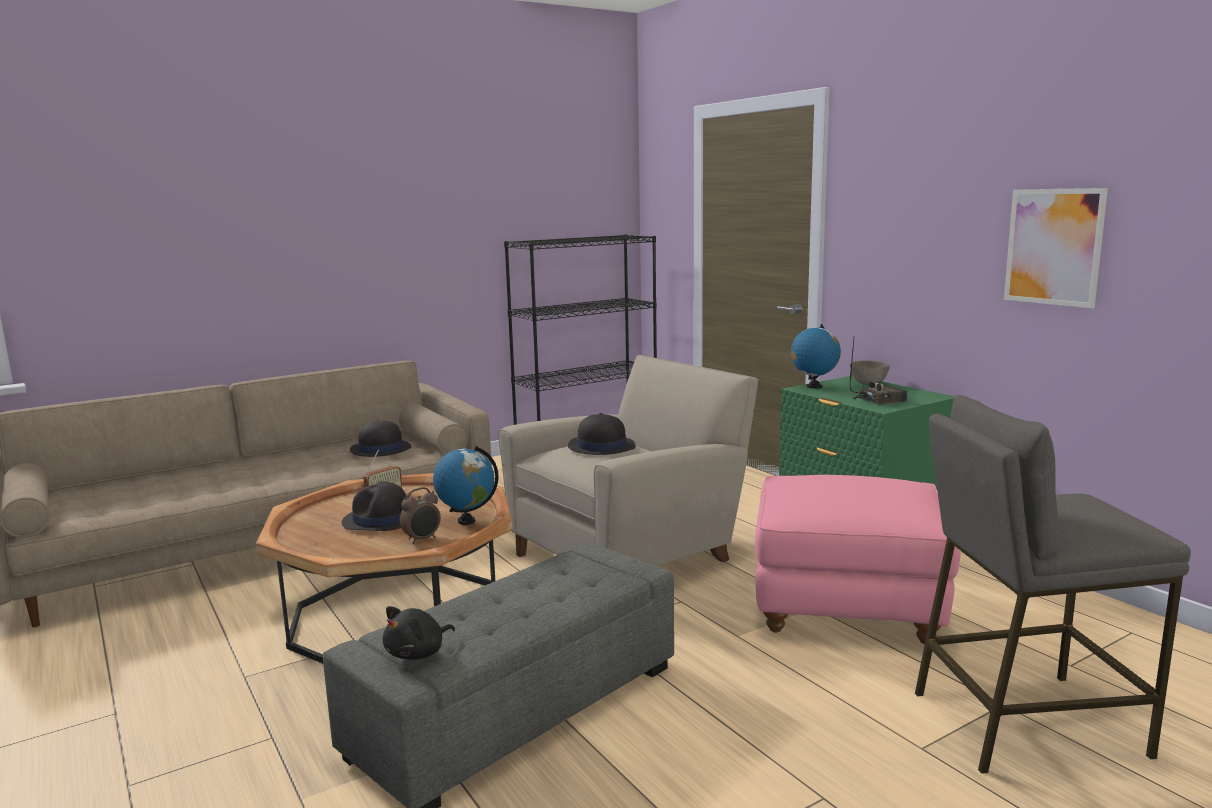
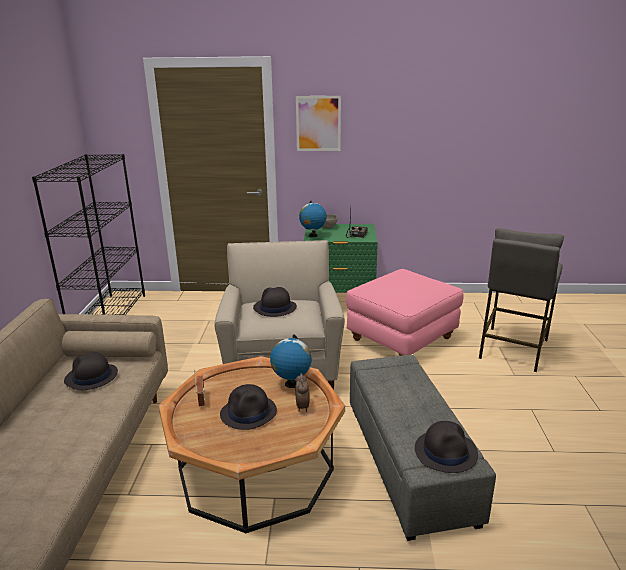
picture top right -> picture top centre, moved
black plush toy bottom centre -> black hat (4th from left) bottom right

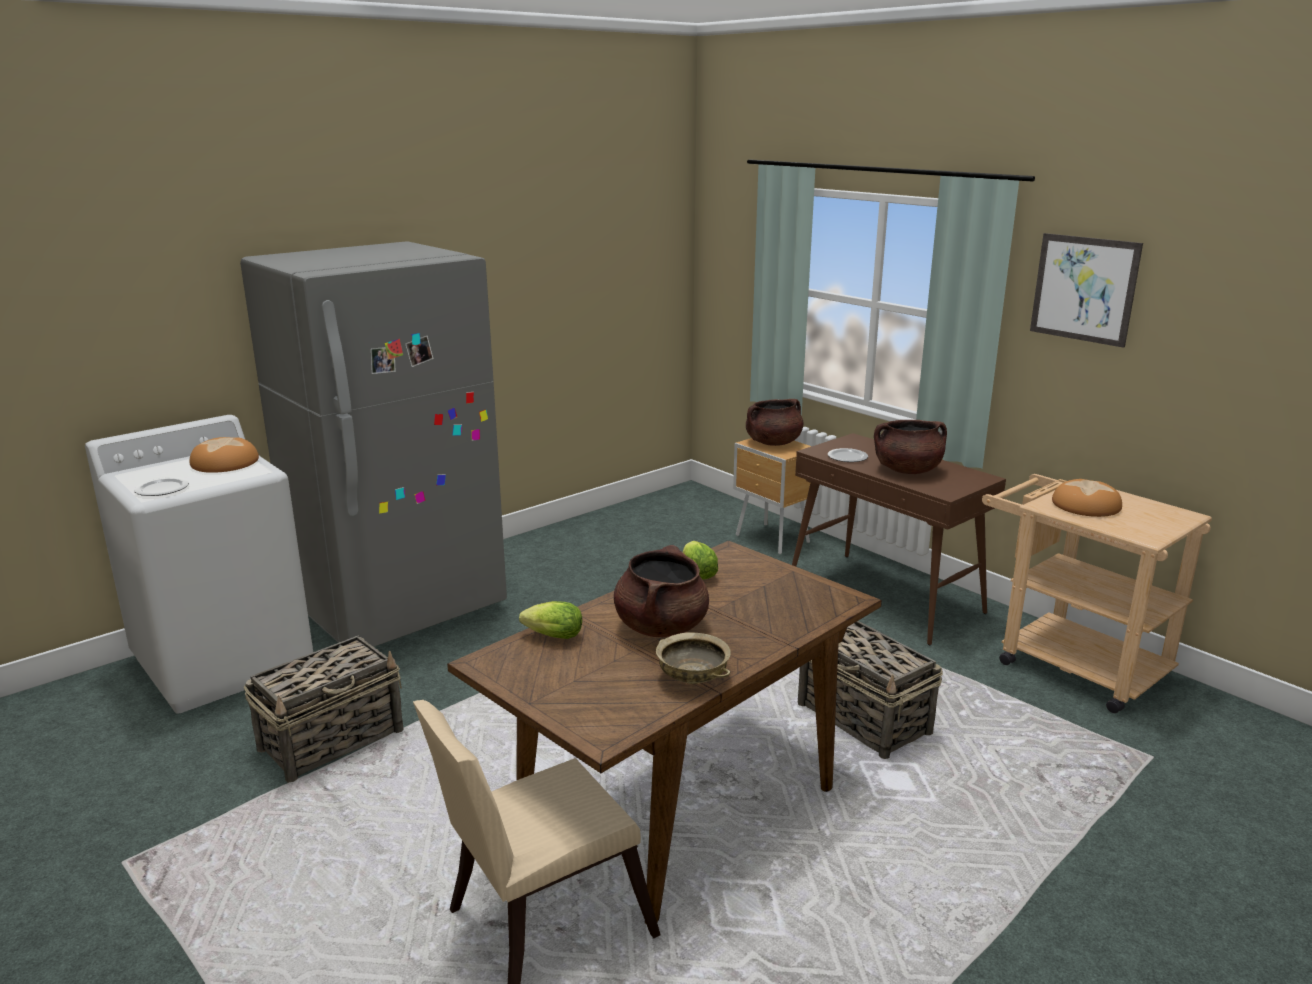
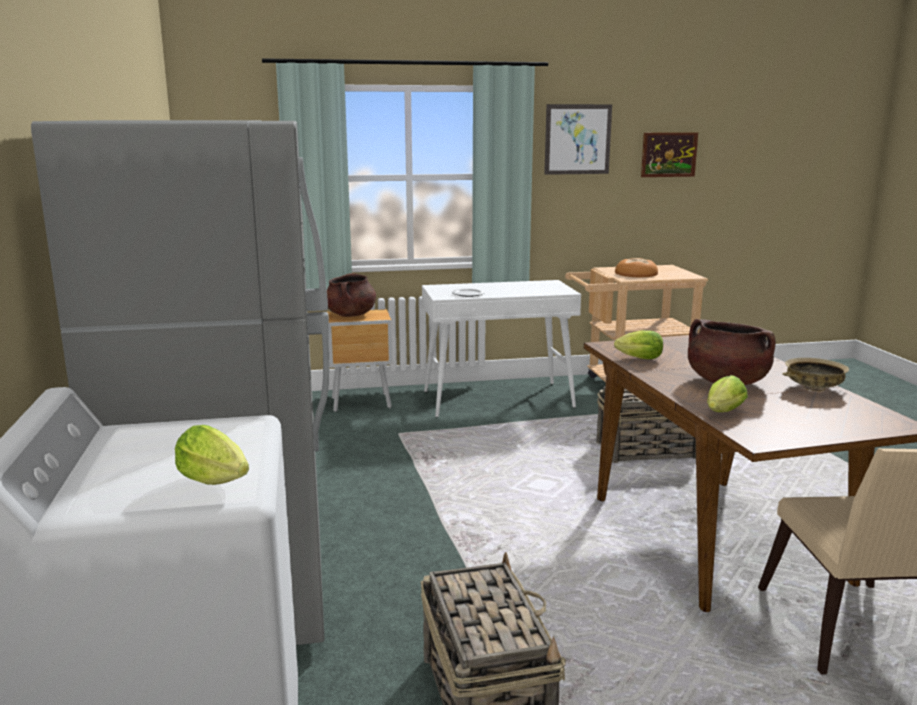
plate (1st from left) middle left -> lettuce (1st from left) middle left
brown console table middle right -> white console table centre
none -> picture (2nd from left) top right
bread (1st from left) middle left -> none
brown cooking pot (3rd from left) middle right -> none

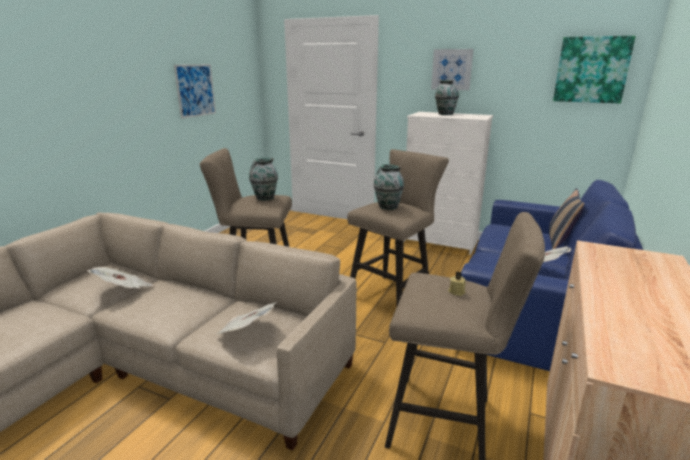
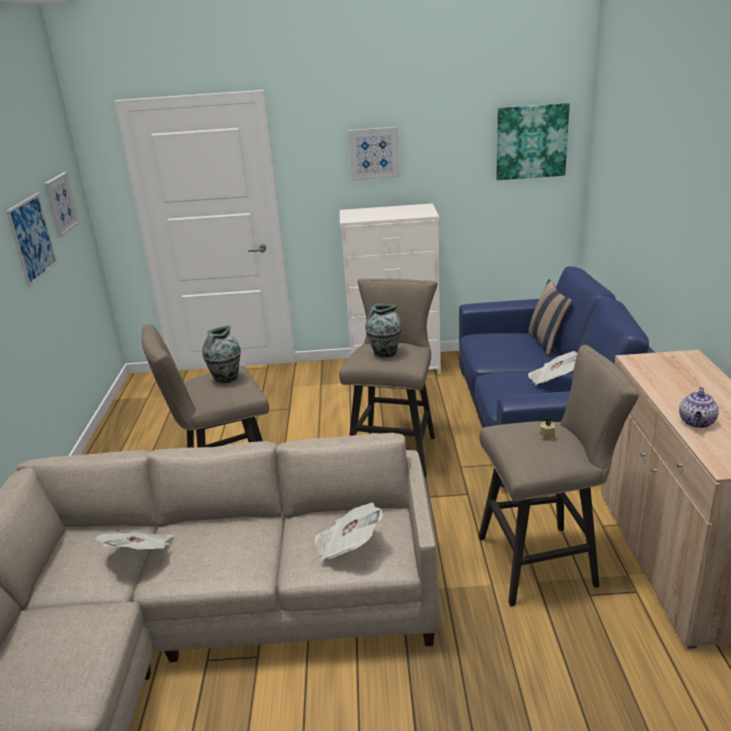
none -> picture (2nd from left) top left
none -> teapot middle right
vase (3rd from left) top centre -> none

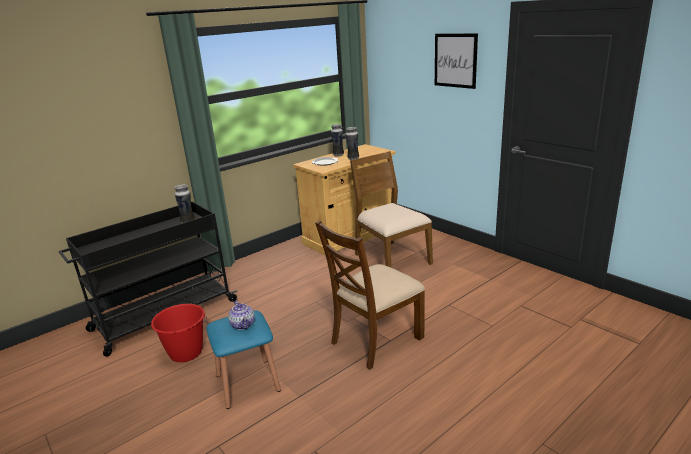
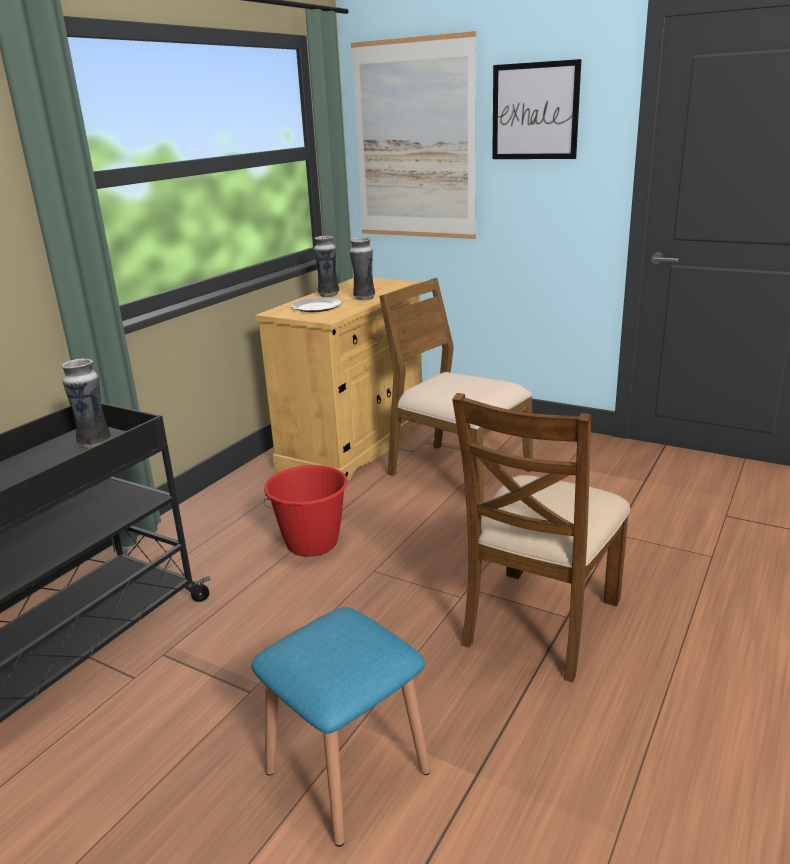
red bucket bottom left -> red bucket centre, moved
none -> picture (1st from left) top centre
teapot bottom centre -> none

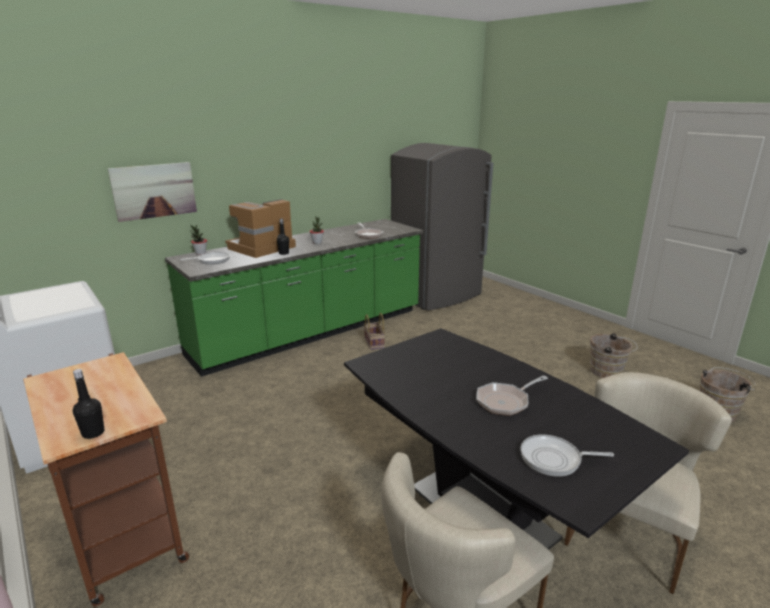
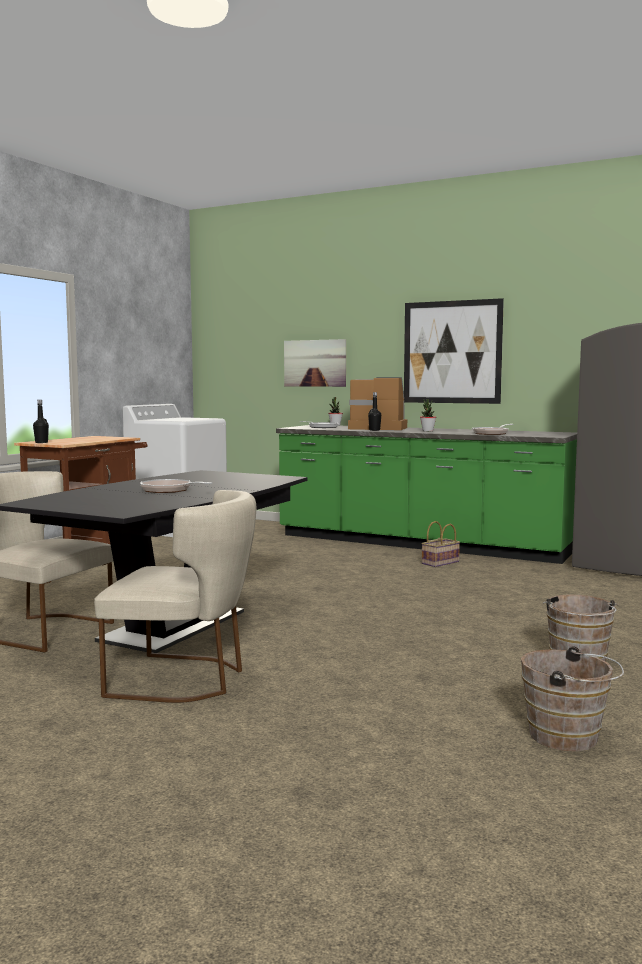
none -> picture (2nd from left) middle right
frying pan (4th from left) bottom right -> none

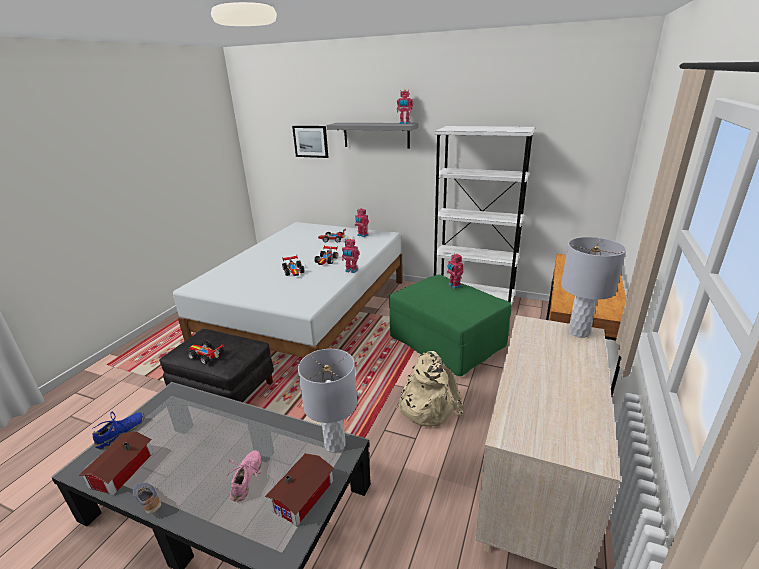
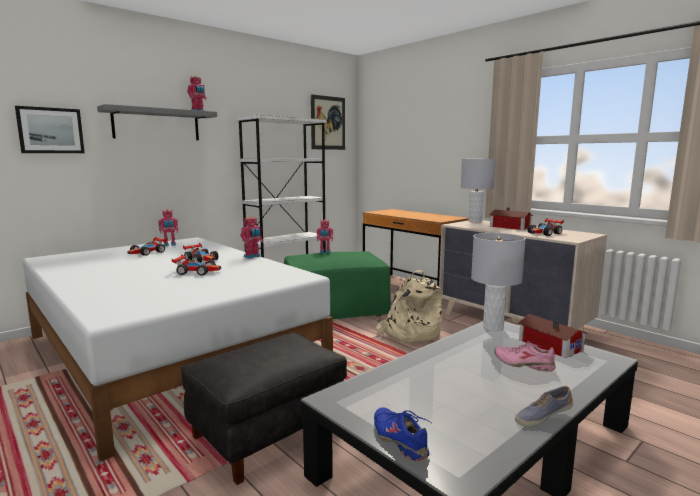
none -> picture (2nd from left) top centre
toy house (1st from left) bottom left -> toy house (1st from left) middle right, moved
toy car (1st from left in the first image) middle left -> toy car (4th from left) middle right, moved

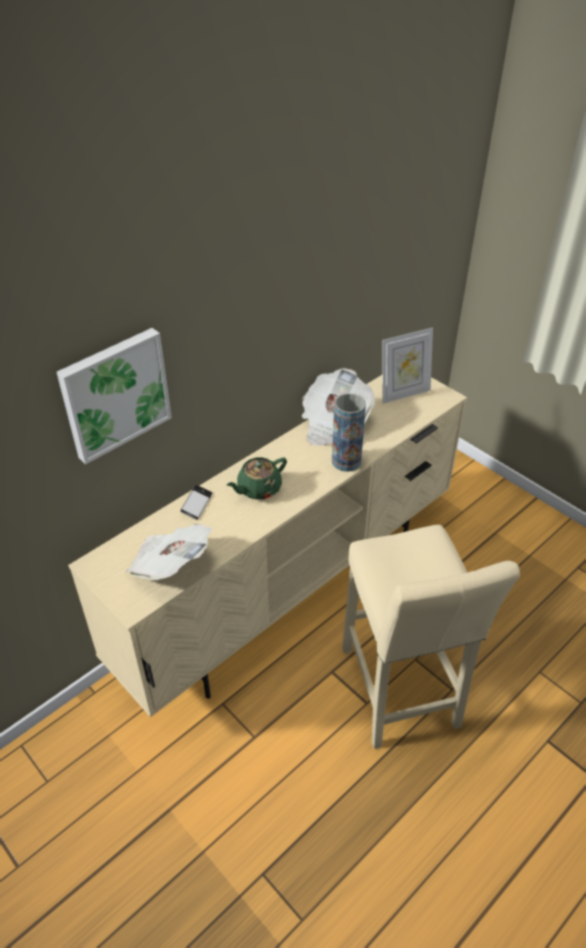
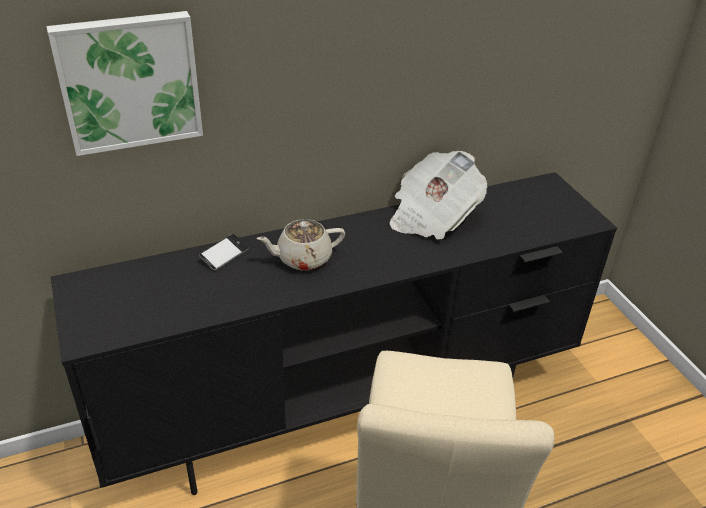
beige tv stand centre -> black tv stand centre
green teapot centre -> beige teapot centre
newspaper (1st from left) middle left -> none
vase centre -> none
picture frame middle right -> none

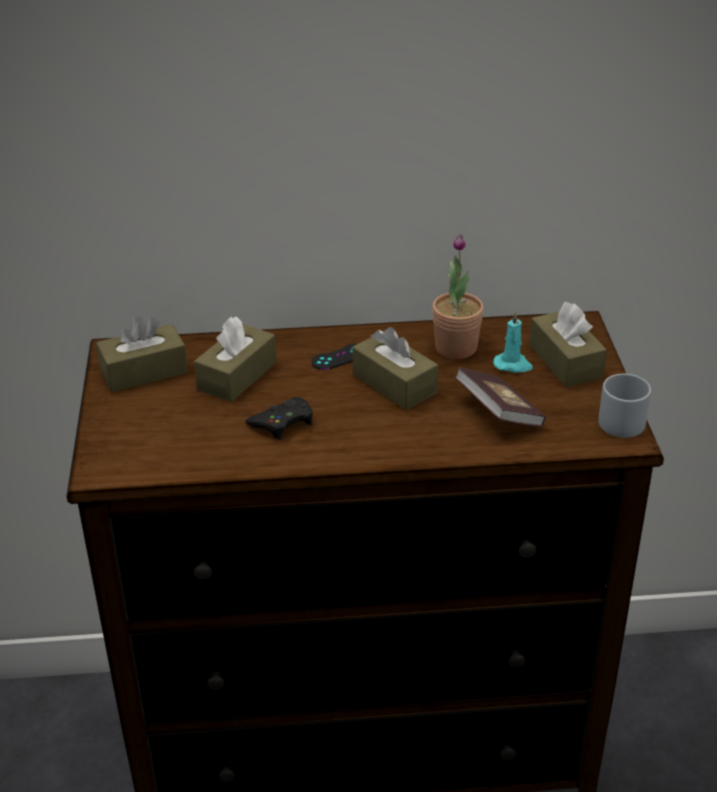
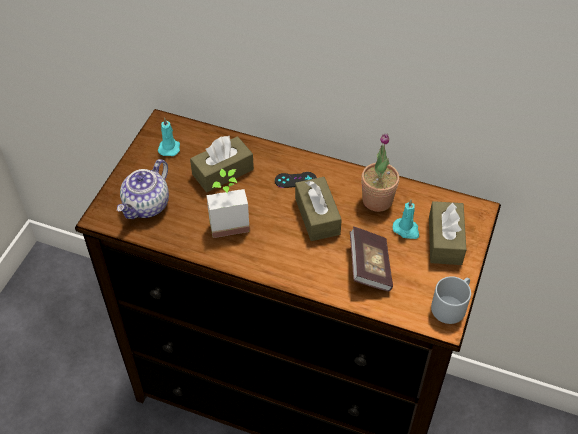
none -> teapot middle left
brown tissue box (1st from left) middle left -> turquoise candle (1st from left) top left
black game controller (1st from left) centre -> potted plant (1st from left) centre

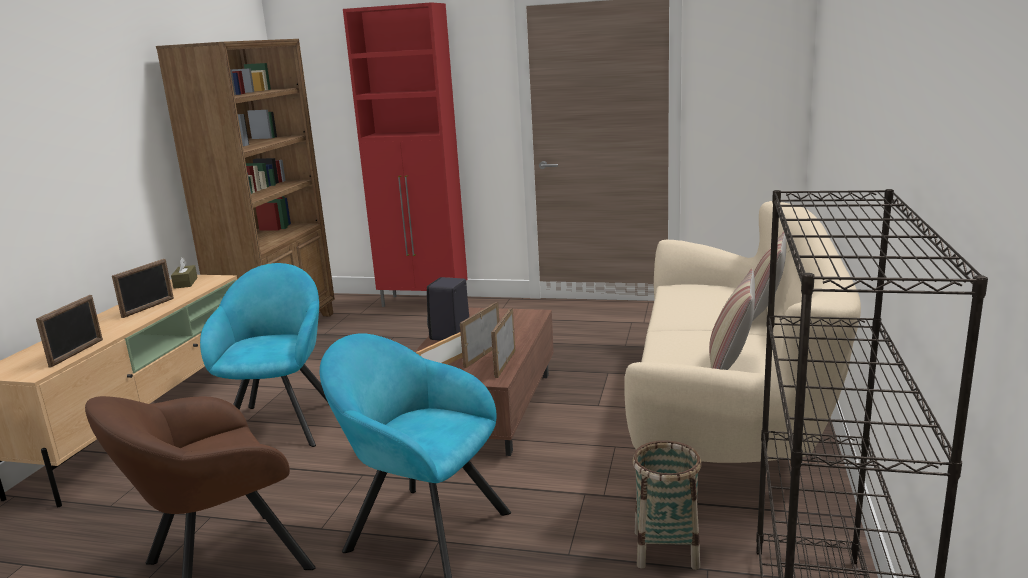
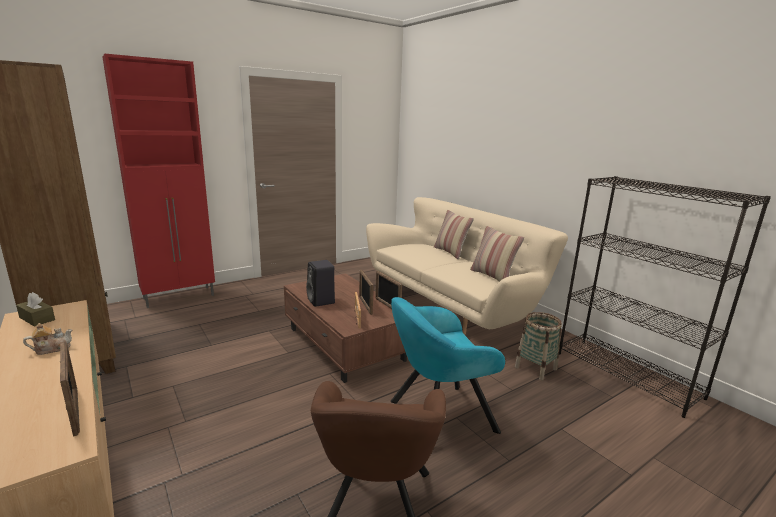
picture frame (2nd from left) middle left -> teapot middle left
turquoise armchair (1st from left) middle left -> none

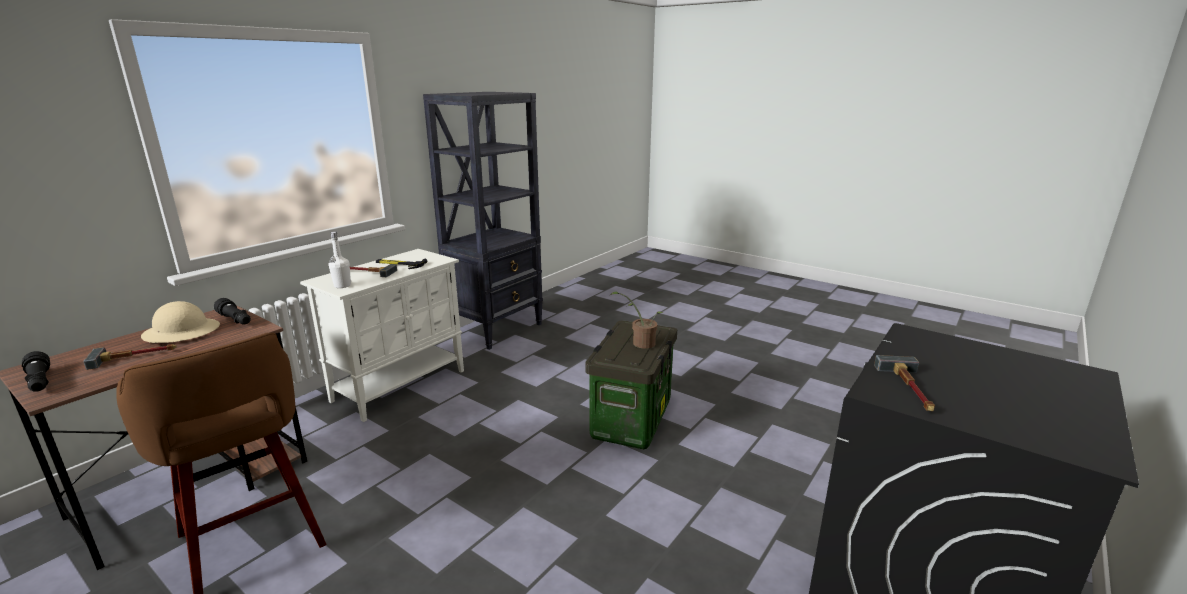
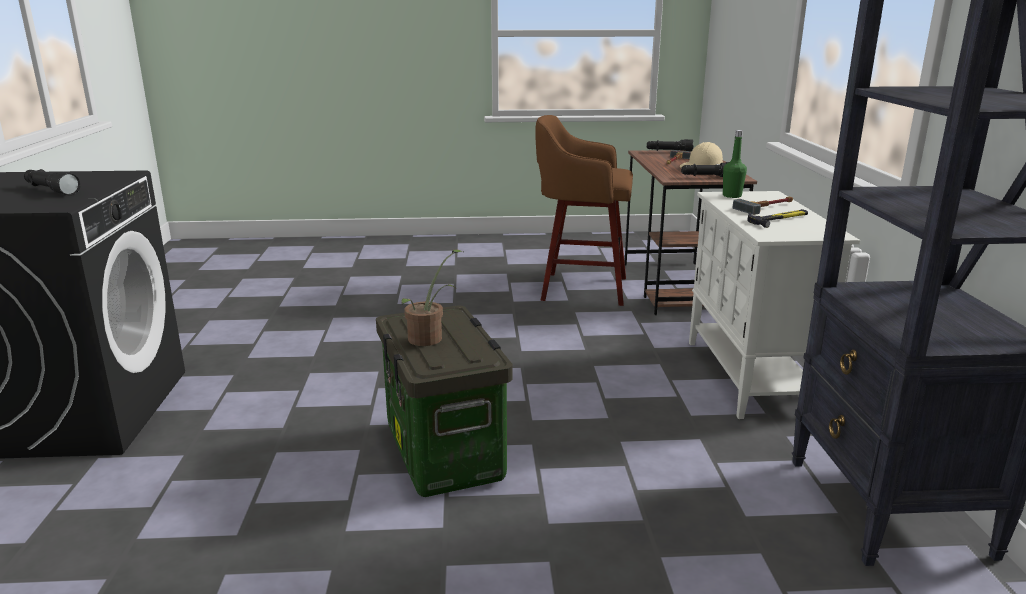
none -> black flashlight (1st from left) top left
white bottle middle left -> green bottle top right
hammer (4th from left) middle right -> none

